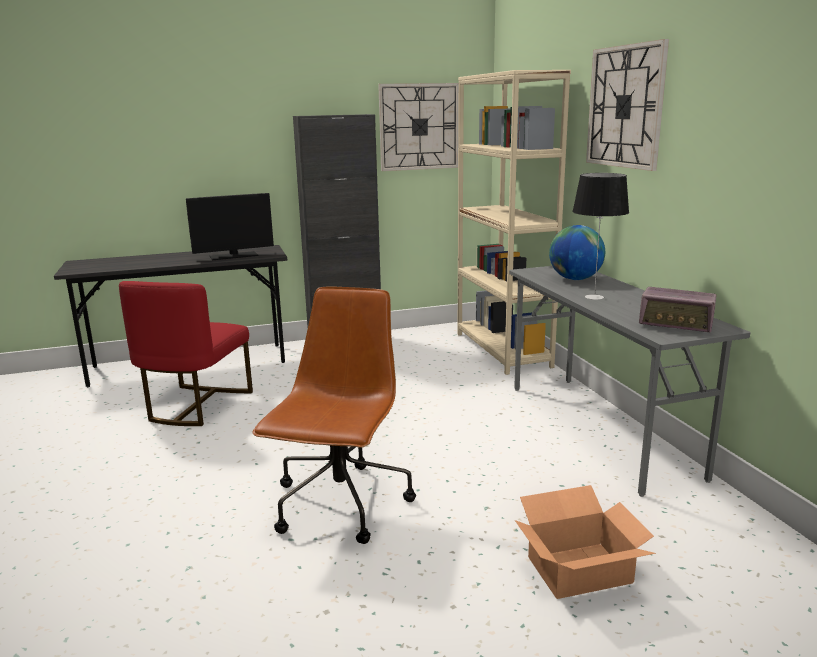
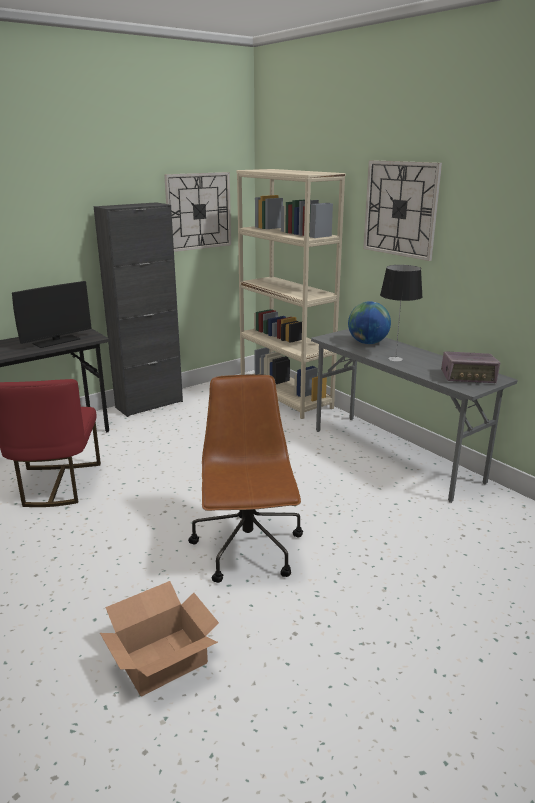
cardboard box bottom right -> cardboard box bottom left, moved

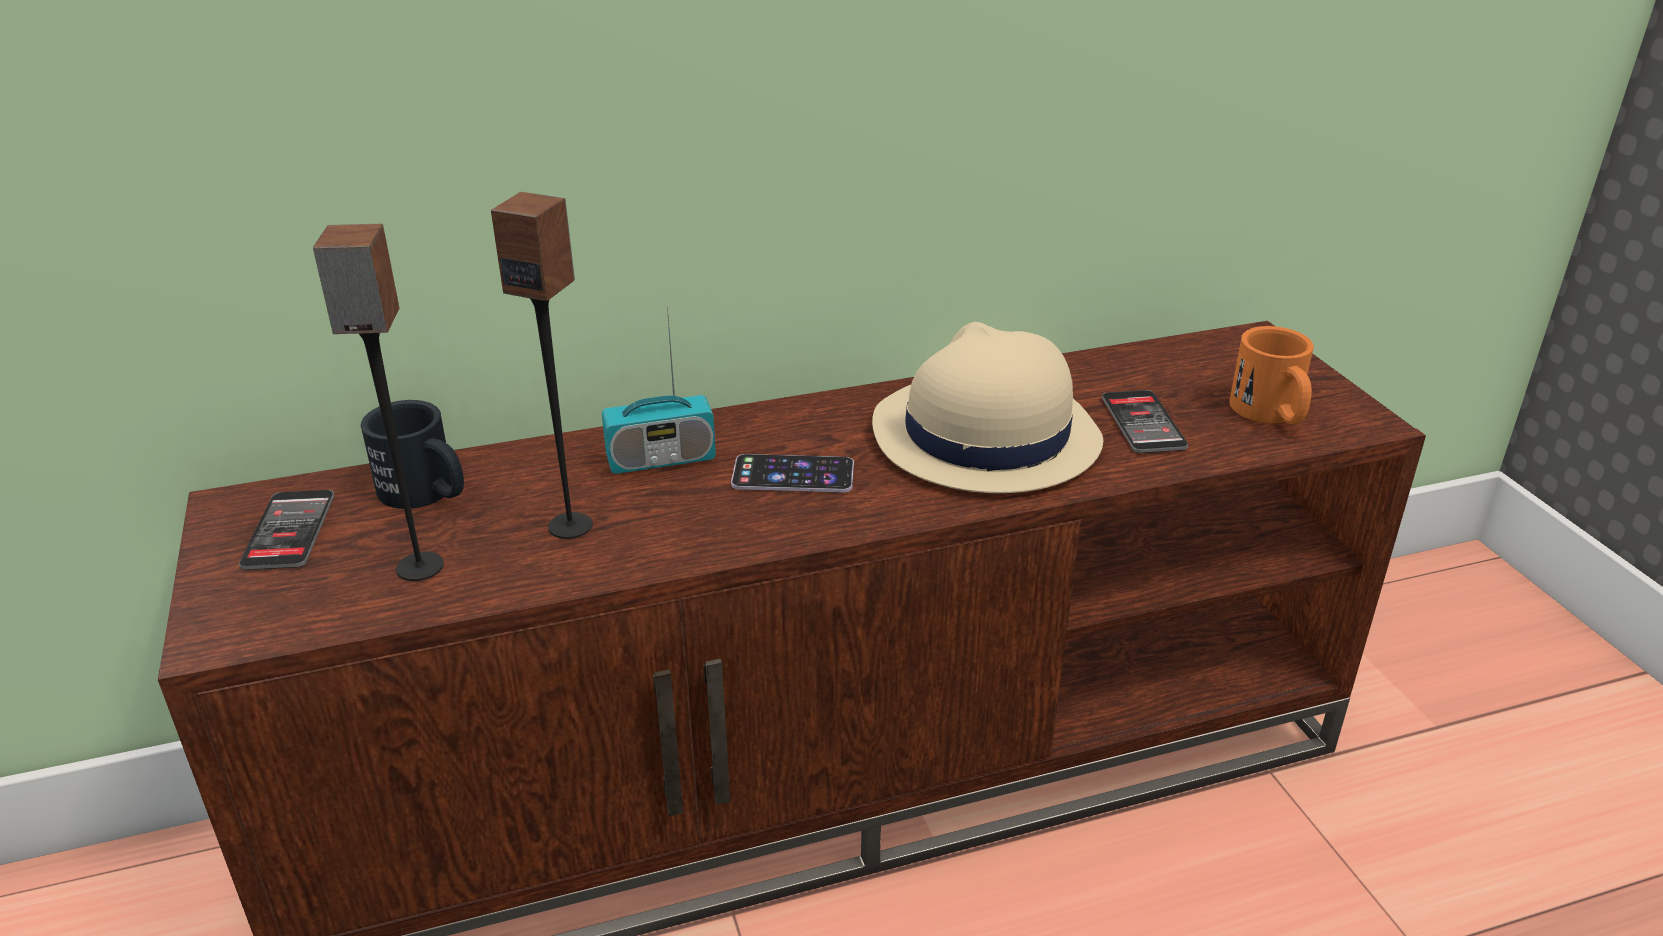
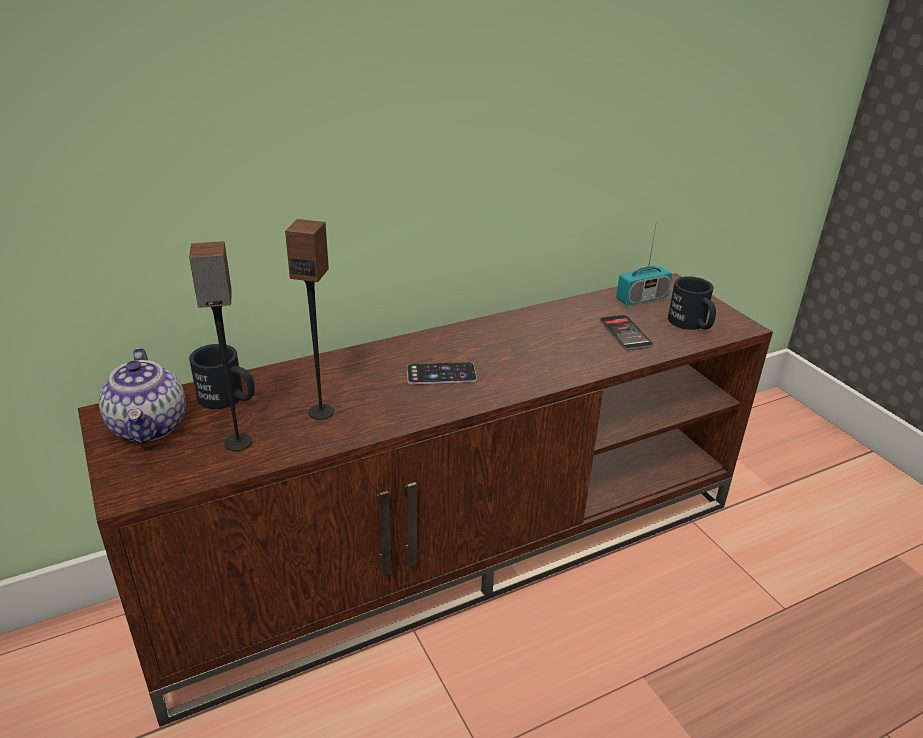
phone (1st from left) middle left -> teapot middle left
radio centre -> radio middle right, moved
orange mug middle right -> black mug (2nd from left) middle right
beige hat centre -> none

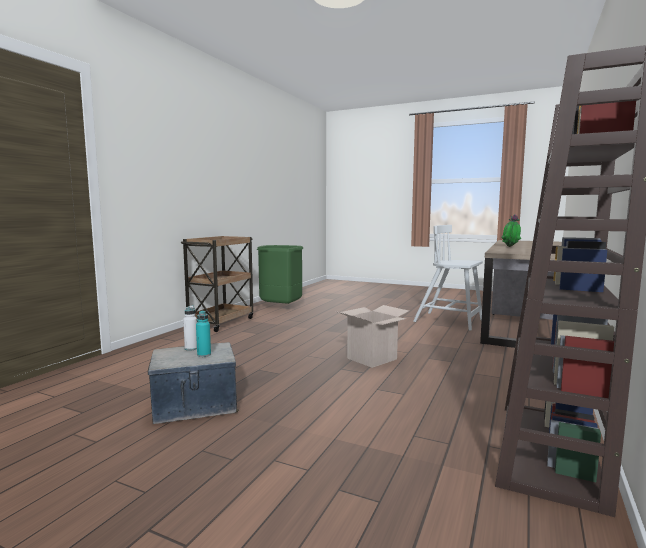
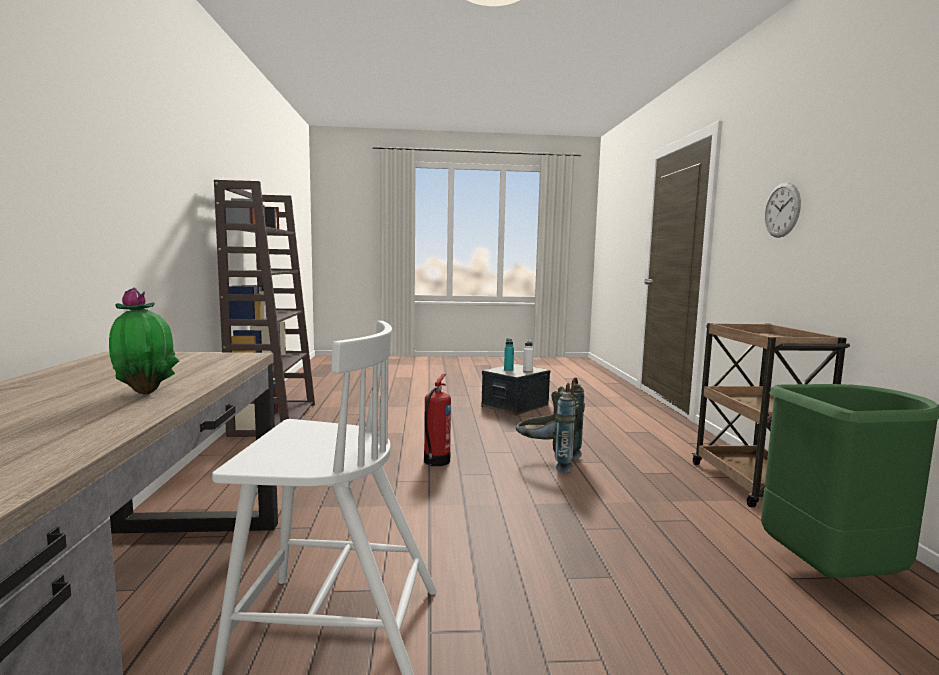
cardboard box centre -> fire extinguisher centre
none -> grey backpack centre
none -> wall clock top right

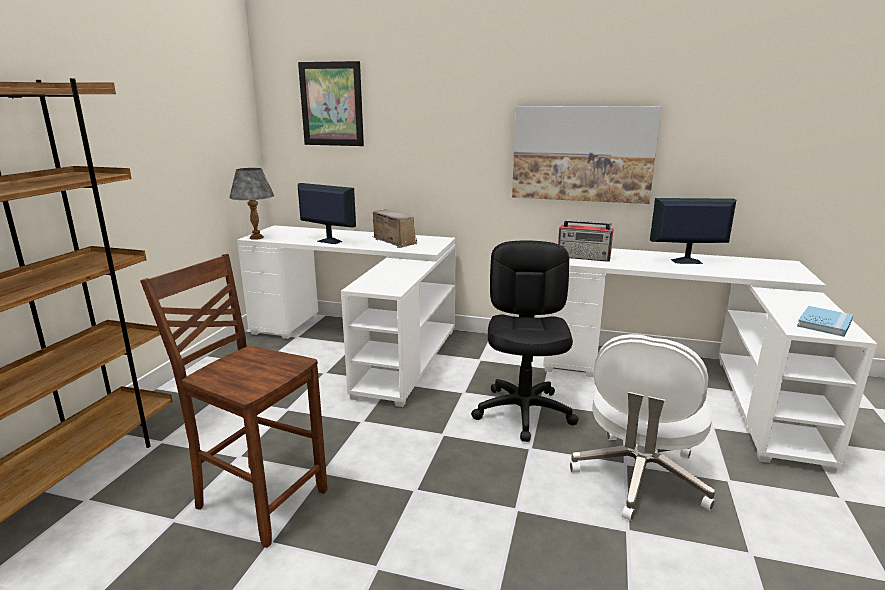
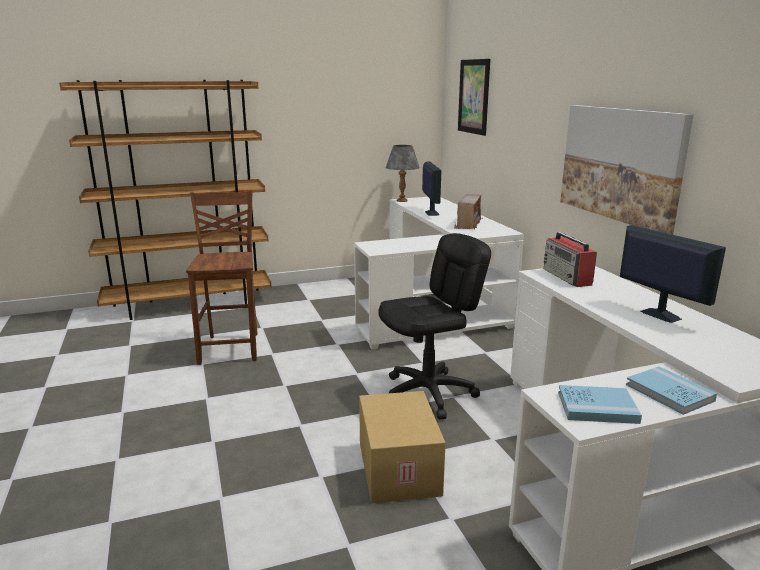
white office chair bottom right -> cardboard box bottom centre
none -> blue book (2nd from left) bottom right

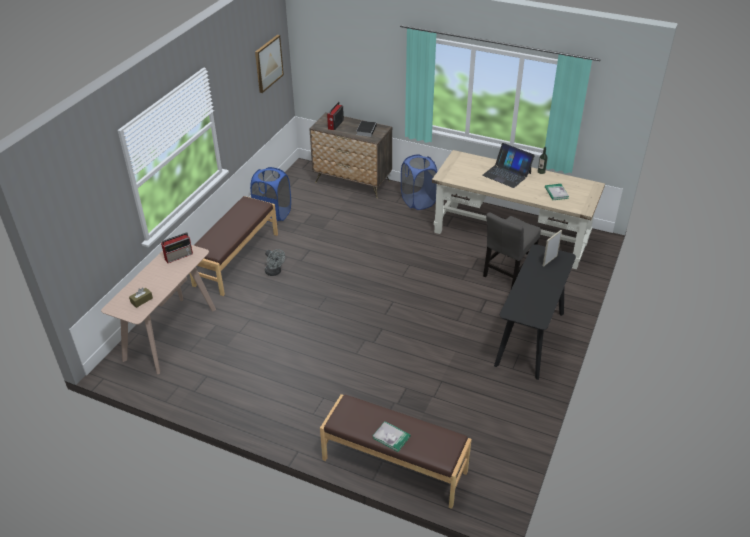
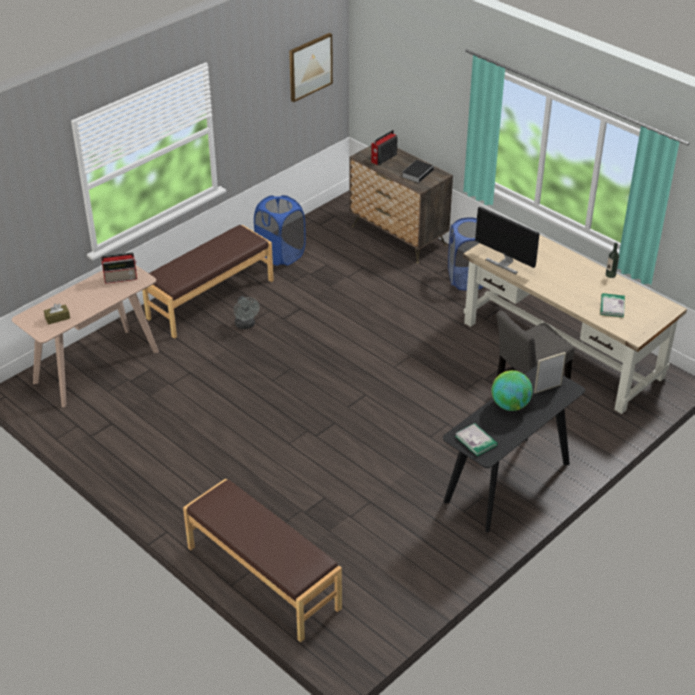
book (2nd from left) bottom centre -> book (2nd from left) middle right, moved
none -> monitor middle right
none -> globe middle right
laptop top right -> none

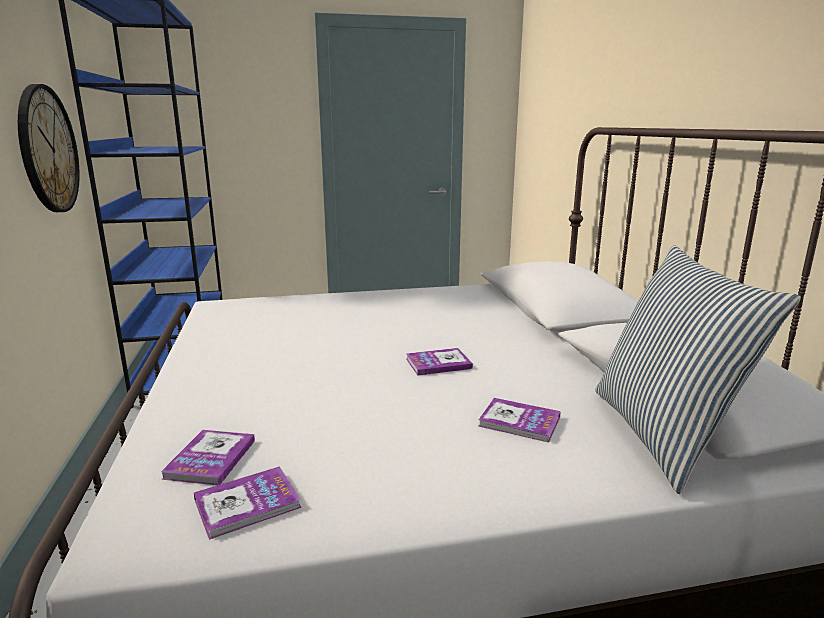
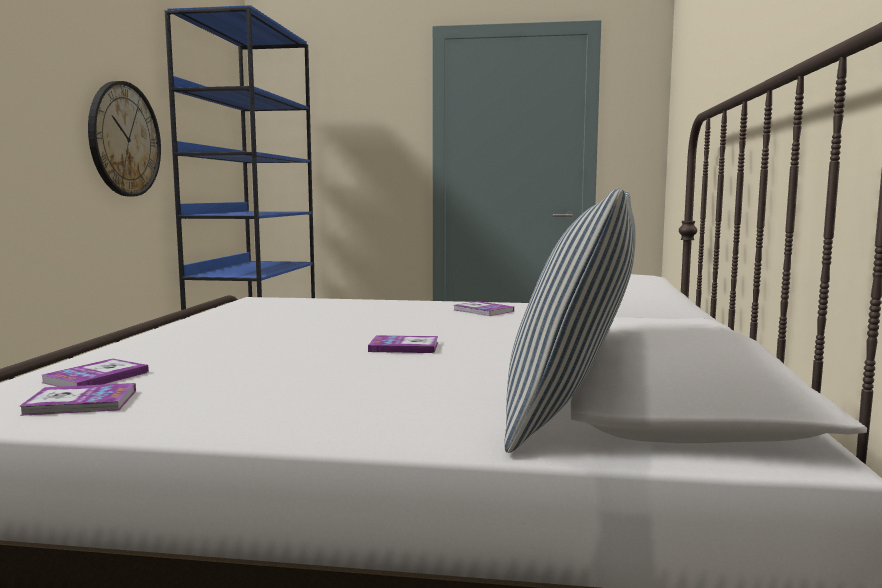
book (4th from left) bottom centre -> book (4th from left) centre, moved

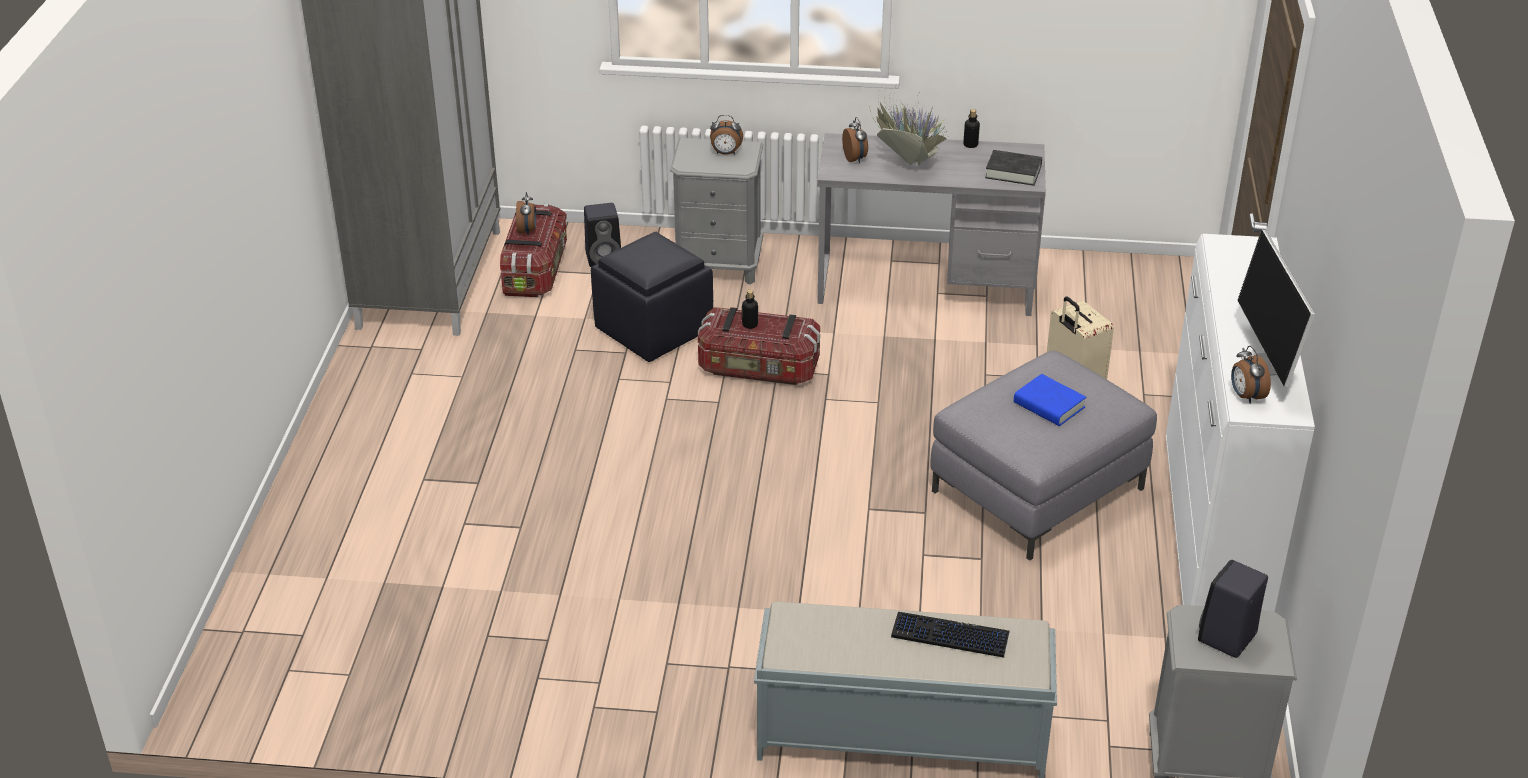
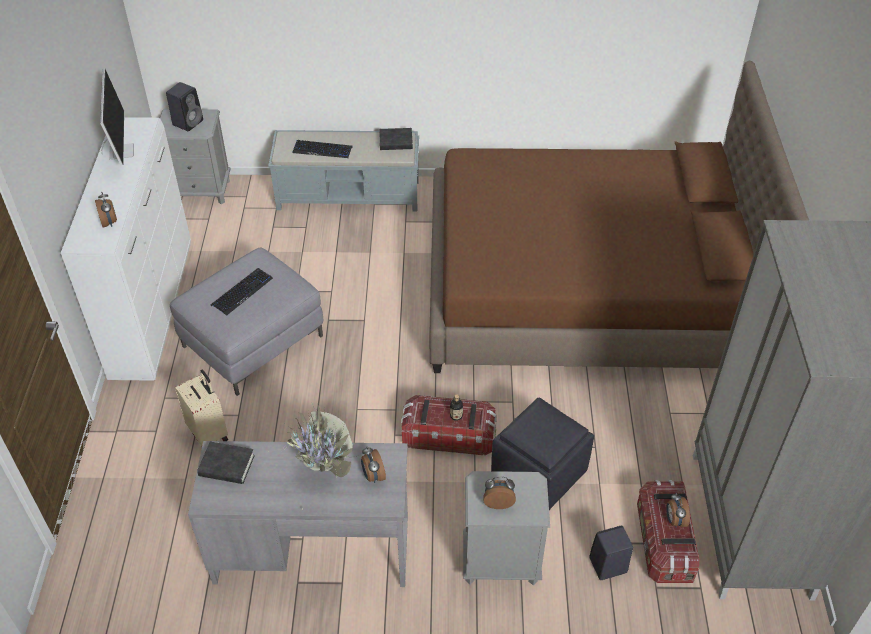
alarm clock (4th from left in the first image) middle right -> alarm clock (1st from left) top left, moved
blue book middle right -> keyboard (1st from left) middle left
none -> black book (2nd from left) top centre
none -> brown bed middle right
bottle (2nd from left) top centre -> none

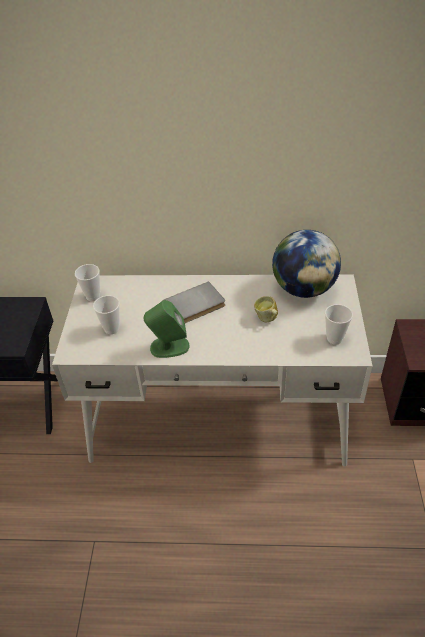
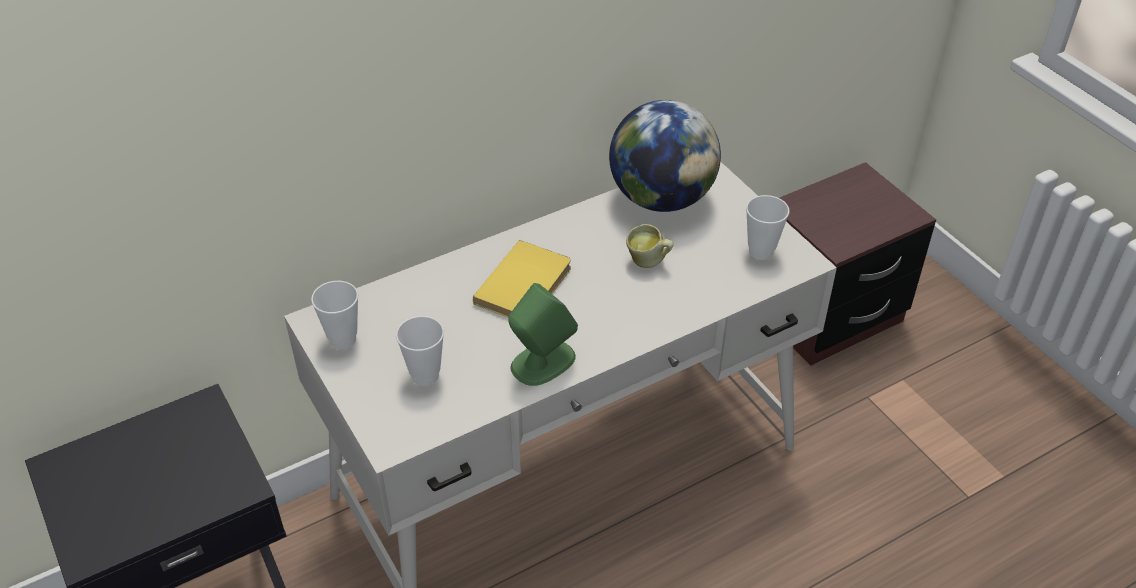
grey book centre -> yellow book centre

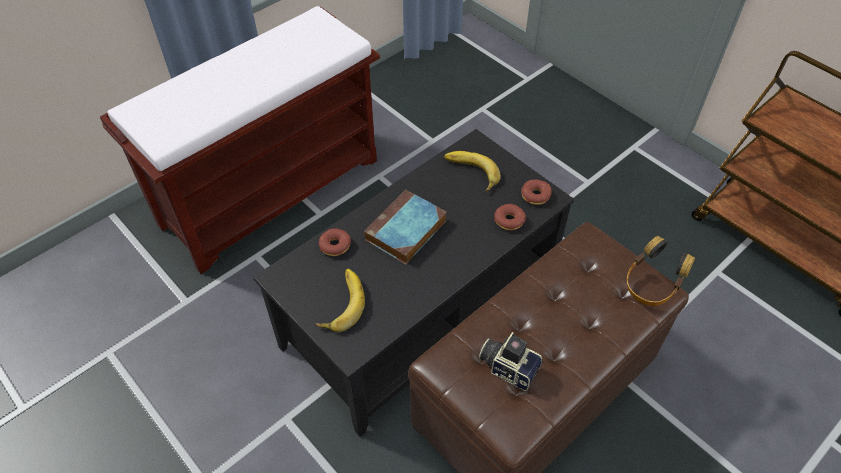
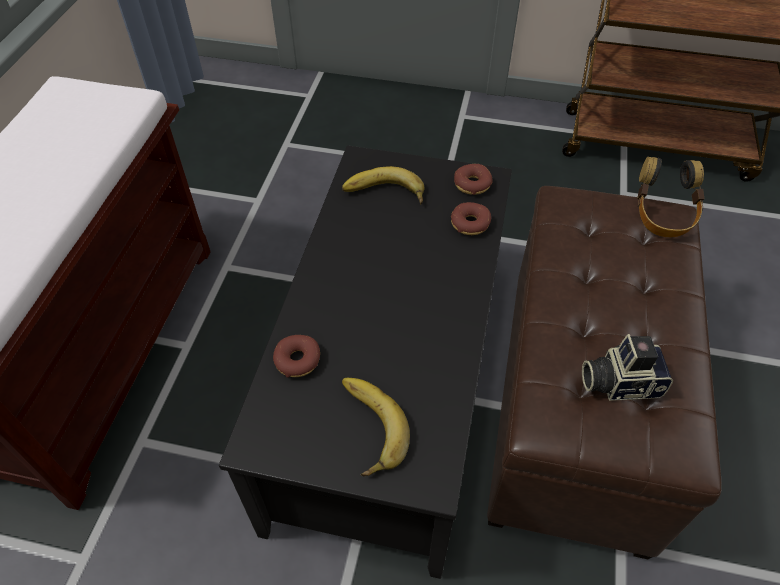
book centre -> none

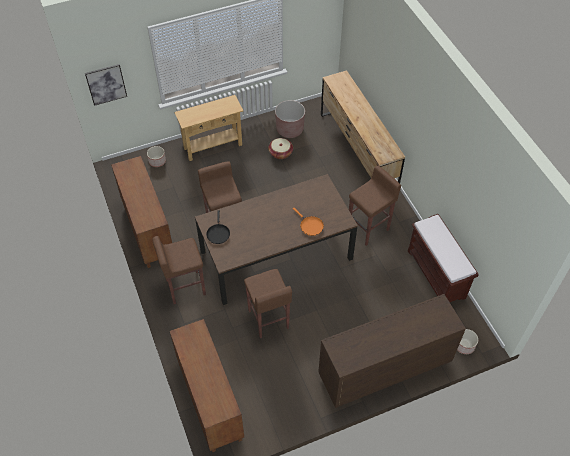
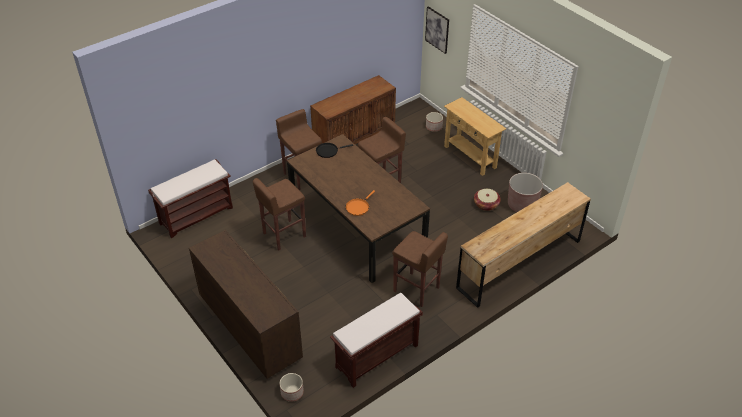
brown cabinet (2nd from left) bottom centre -> brown bench (1st from left) middle left

